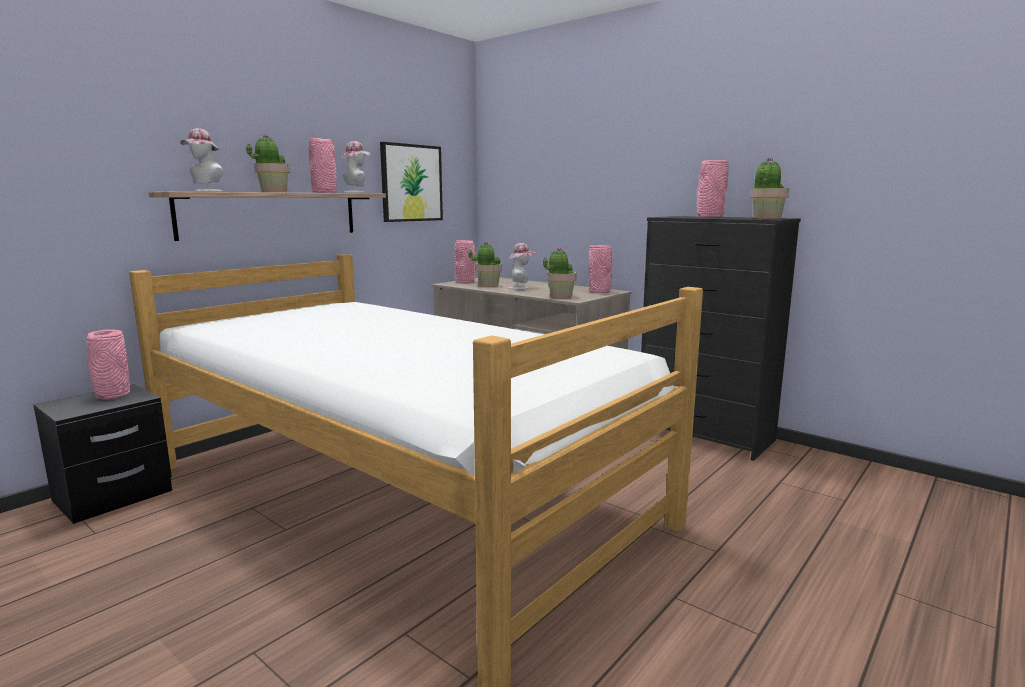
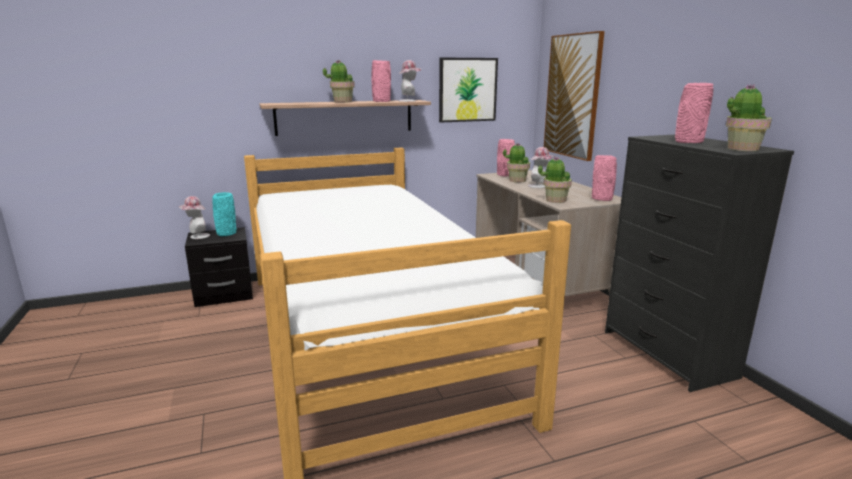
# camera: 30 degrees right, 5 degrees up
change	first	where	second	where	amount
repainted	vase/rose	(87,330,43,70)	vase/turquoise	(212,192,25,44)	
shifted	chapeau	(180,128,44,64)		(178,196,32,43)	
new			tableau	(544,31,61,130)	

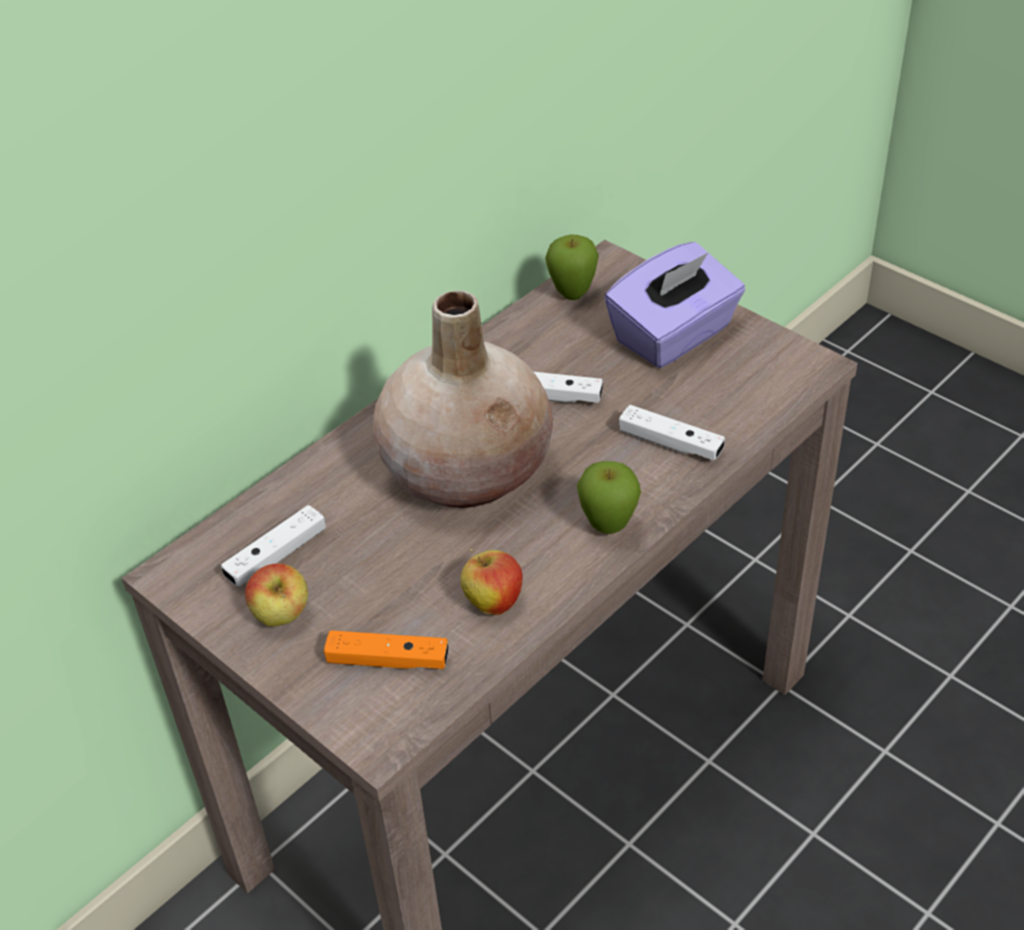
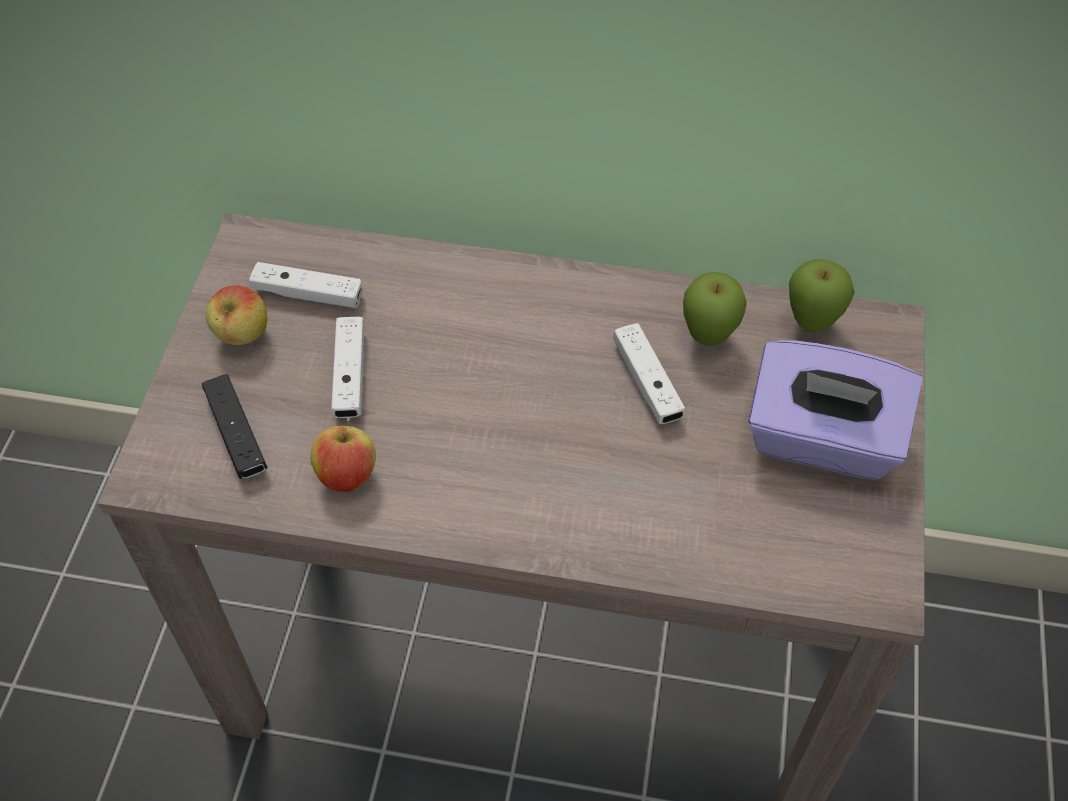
# camera: 55 degrees right, 10 degrees up
change	first	where	second	where	amount
repainted	manette/orange	(324,630,125,39)	manette/noir	(202,374,66,105)	
gone	vase/beige	(373,291,180,217)			
shifted	pomme	(577,461,64,73)		(683,272,64,74)	
shifted	manette/blanc	(619,405,106,56)		(331,317,33,101)	

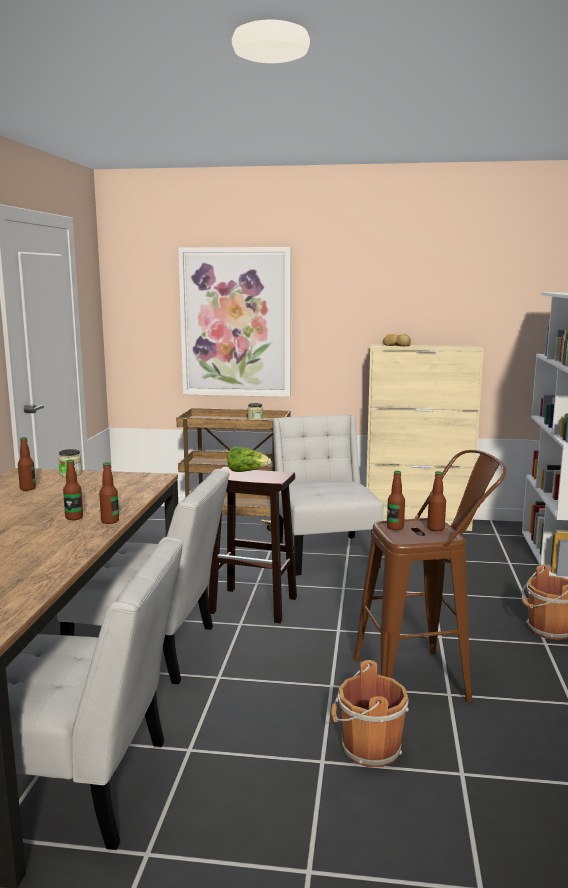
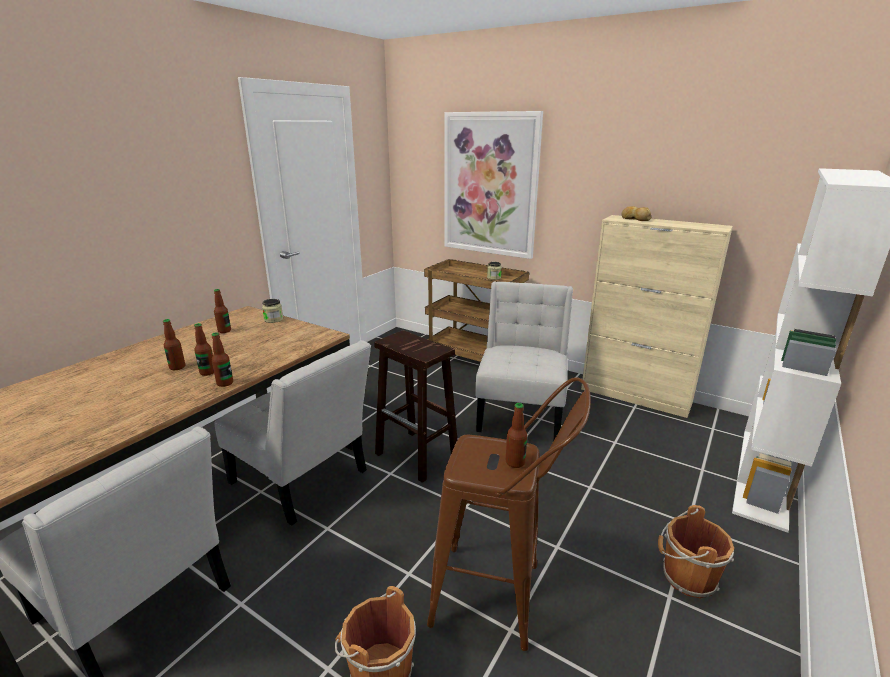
# camera: 25 degrees right, 10 degrees up
change	first	where	second	where	amount
gone	laitue	(227,446,44,26)			
shifted	bouteille	(387,471,18,59)		(163,319,22,51)	

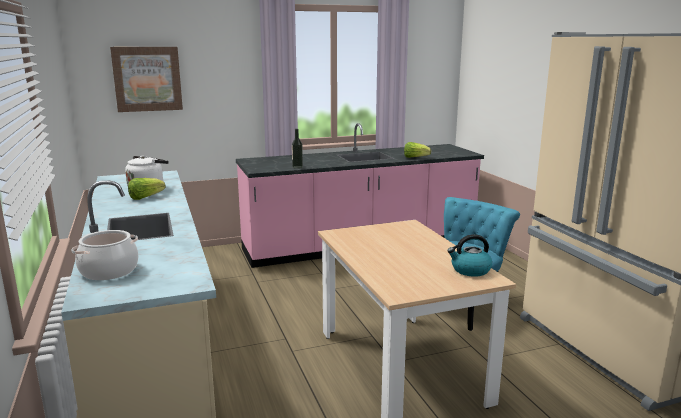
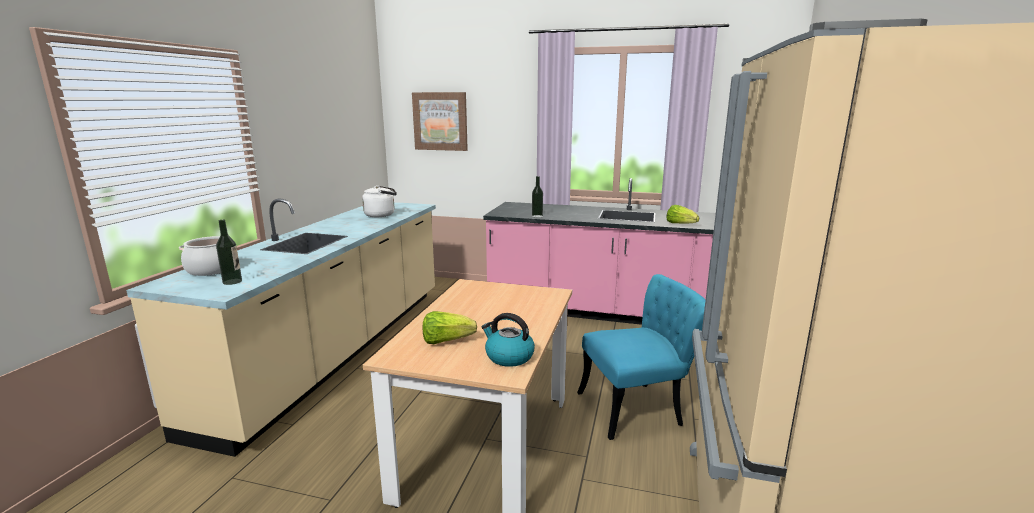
# camera: 35 degrees right, 0 degrees up
change	first	where	second	where	amount
shifted	laitue	(128,178,38,22)		(423,311,54,33)	
new			bouteille	(216,220,26,65)	

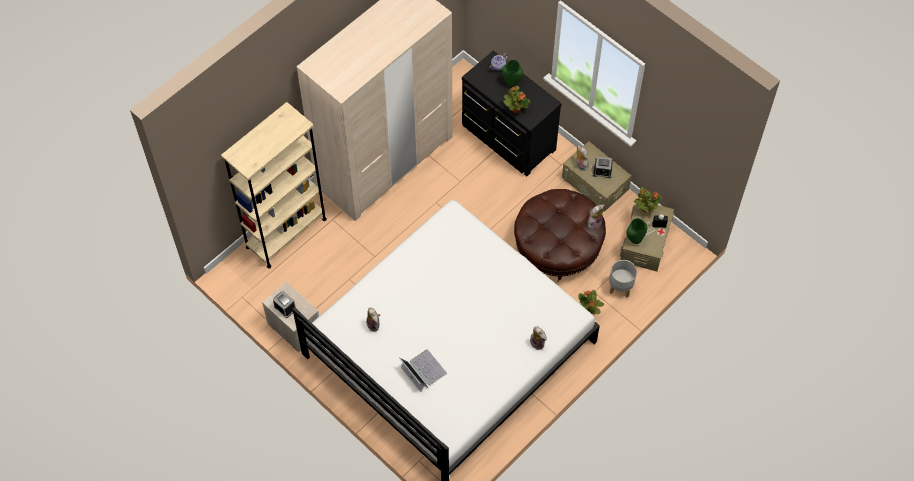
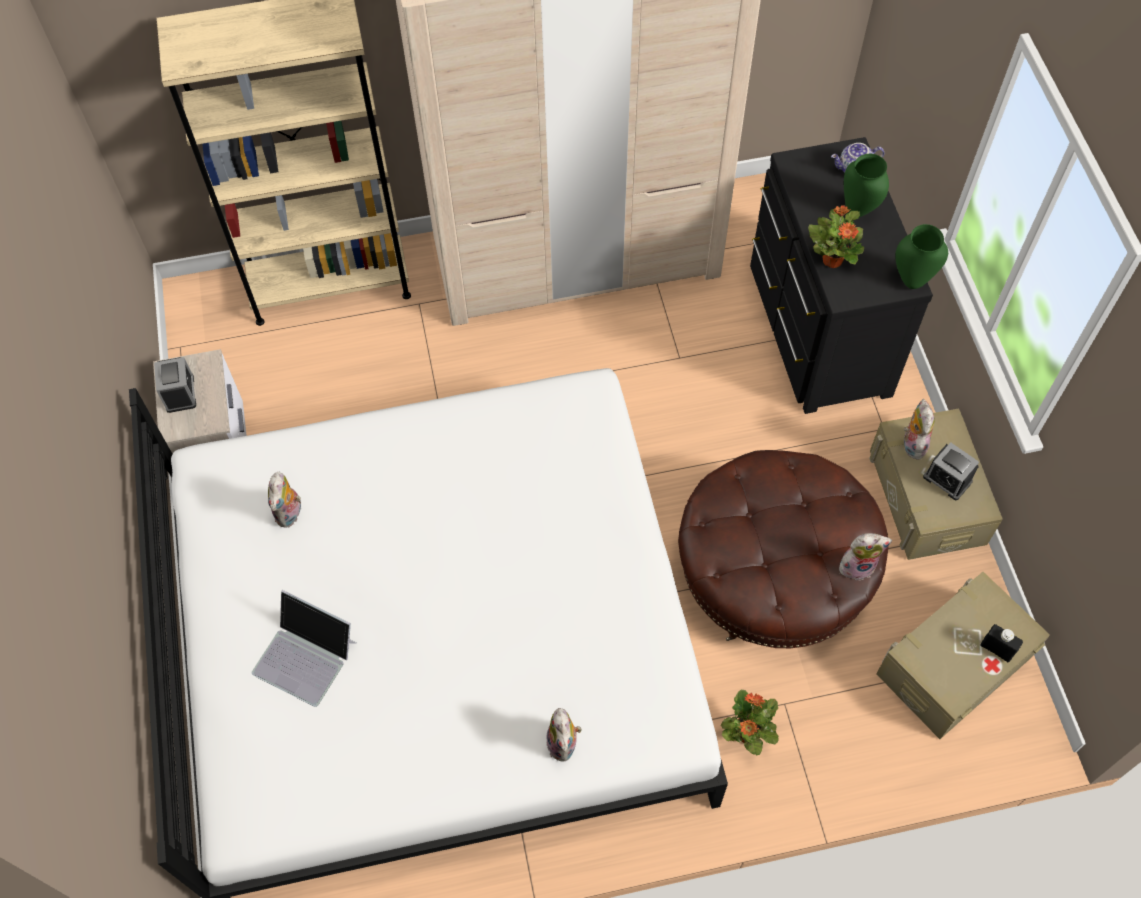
# camera: 35 degrees right, 0 degrees up
change	first	where	second	where	amount
rotated	ordinateur portable	(399,349,48,43)		(252,590,105,117)	120 degrees clockwise
gone	cache-pot/gris	(609,260,28,37)			
shifted	vase/vert	(626,218,22,26)		(895,224,53,65)	
gone	plante en pot	(634,187,28,26)			

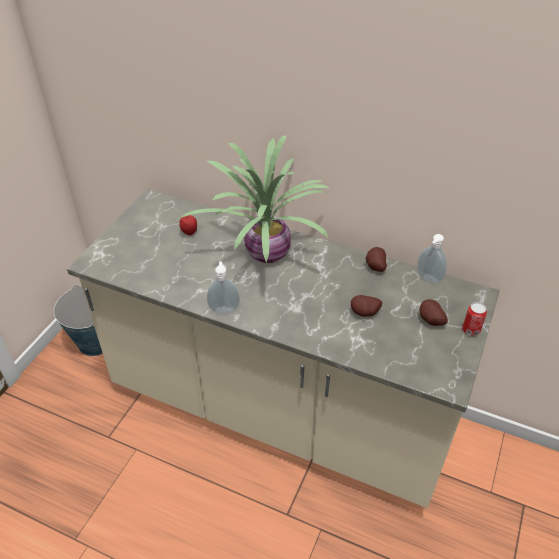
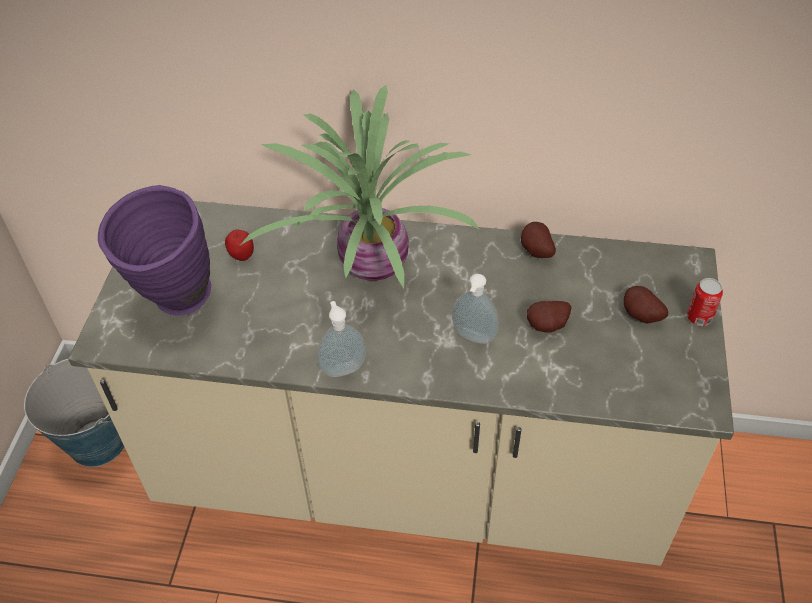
# camera: 15 degrees left, 5 degrees up
change	first	where	second	where	amount
shifted	distributeur de savon	(417,234,30,50)		(452,274,47,70)	
new			vase/violet	(98,185,113,131)	

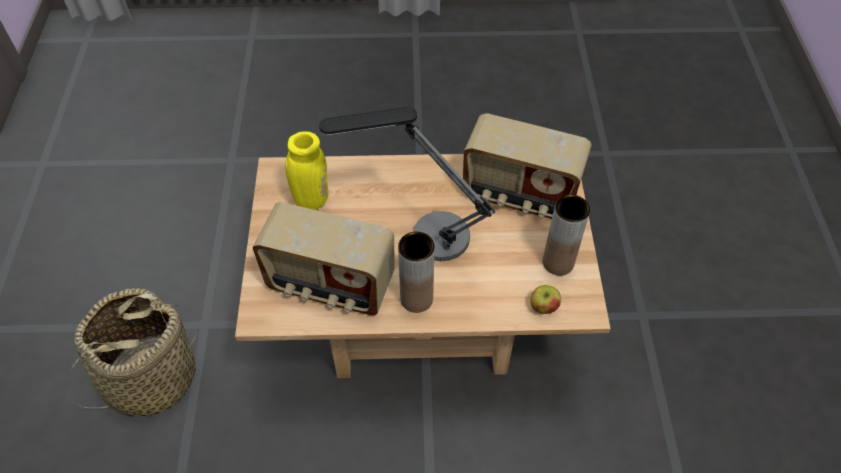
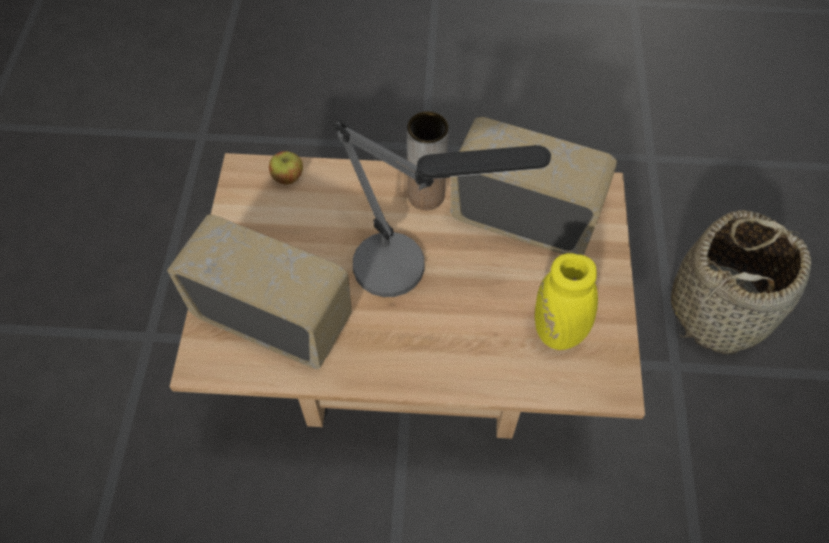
# camera: 175 degrees left, 5 degrees up
change	first	where	second	where	amount
gone	vase/marron	(543,194,47,82)			

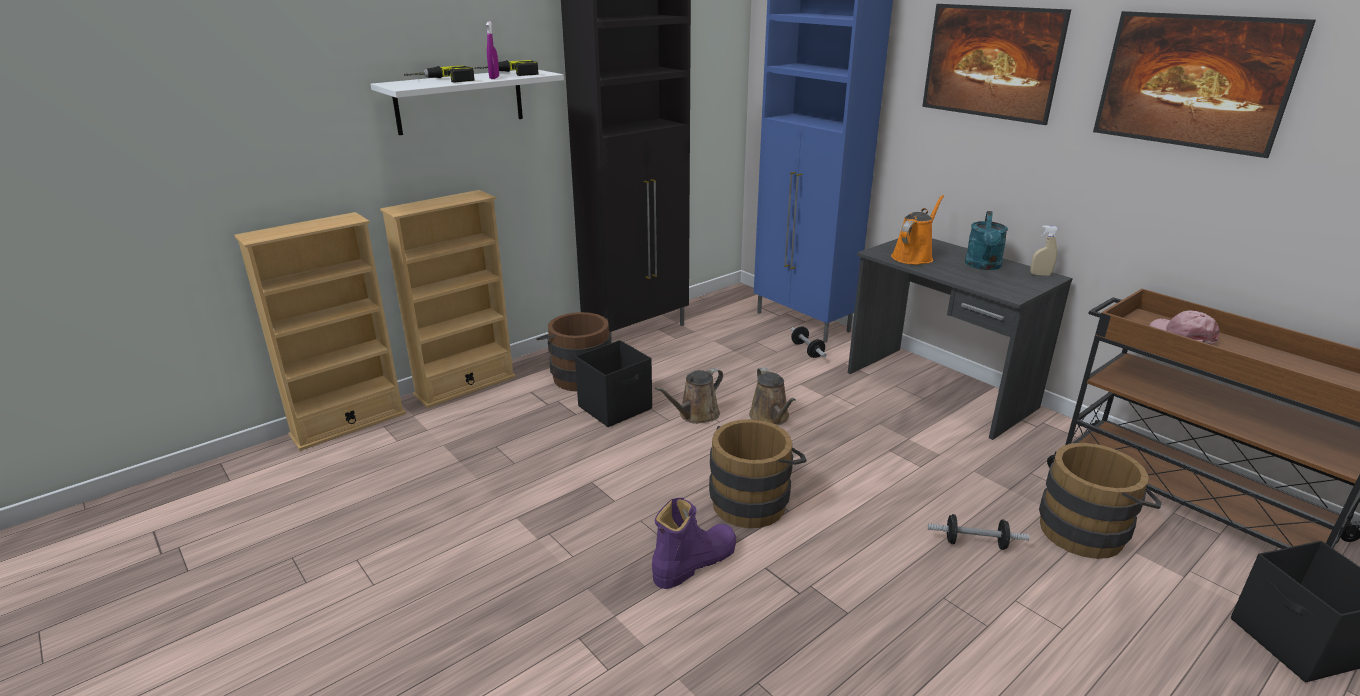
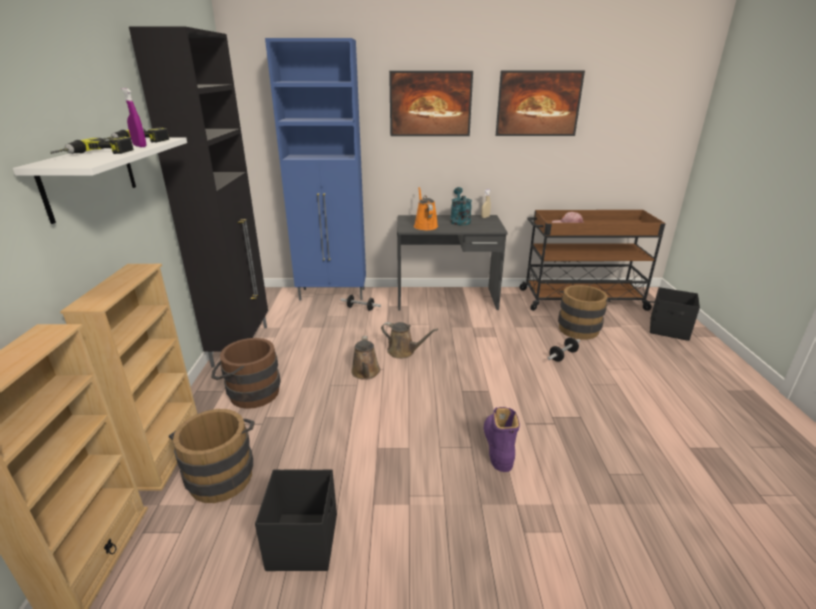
# camera: 50 degrees left, 0 degrees up
change	first	where	second	where	amount
shifted	boîte de rangement/noir	(575,340,77,87)		(255,469,82,102)	
shifted	seau/marron	(709,419,98,109)		(169,409,86,94)	
rotated	arrosoir/turquoise	(965,211,43,59)		(450,187,22,39)	150 degrees counterclockwise

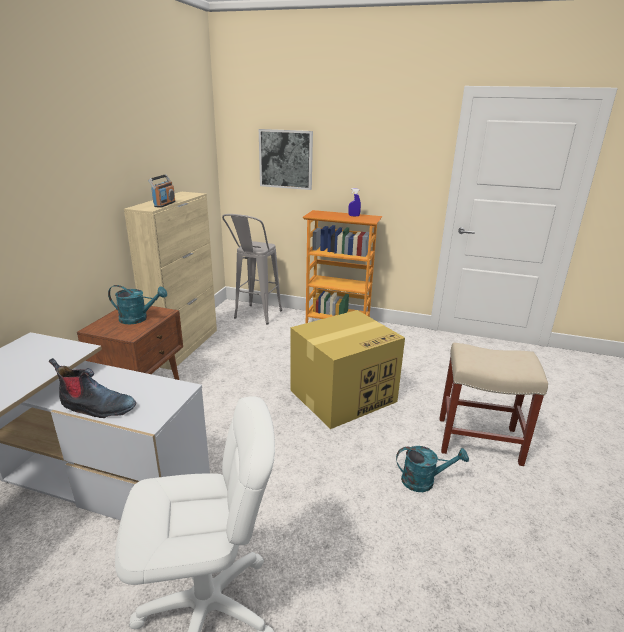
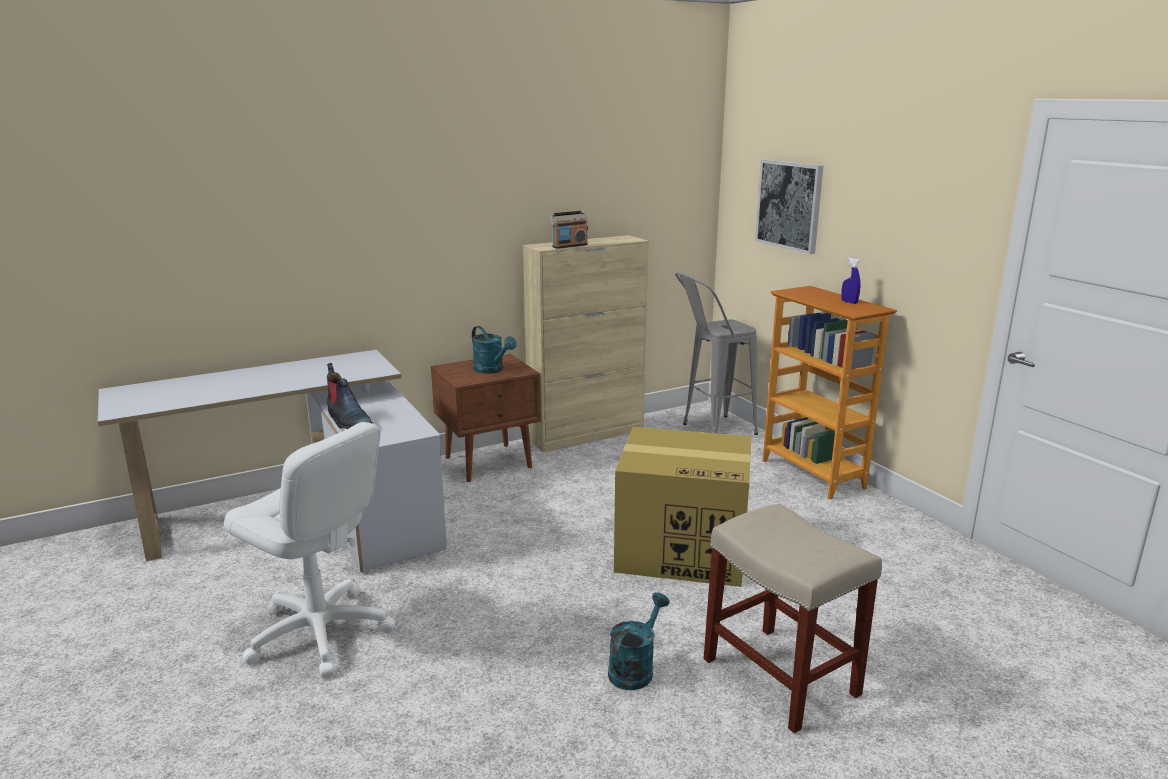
# camera: 45 degrees right, 5 degrees down
change	first	where	second	where	amount
rotated	arrosoir/turquoise	(396,446,73,46)		(608,592,62,98)	105 degrees counterclockwise

